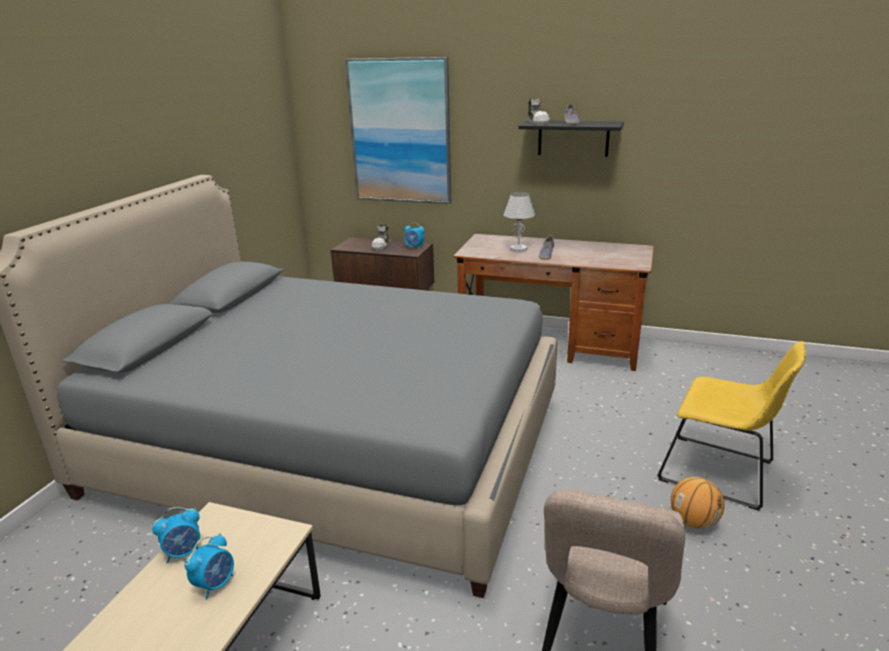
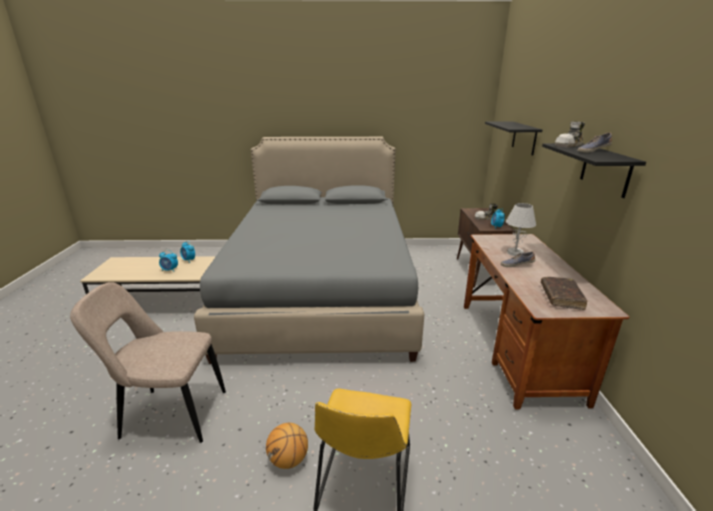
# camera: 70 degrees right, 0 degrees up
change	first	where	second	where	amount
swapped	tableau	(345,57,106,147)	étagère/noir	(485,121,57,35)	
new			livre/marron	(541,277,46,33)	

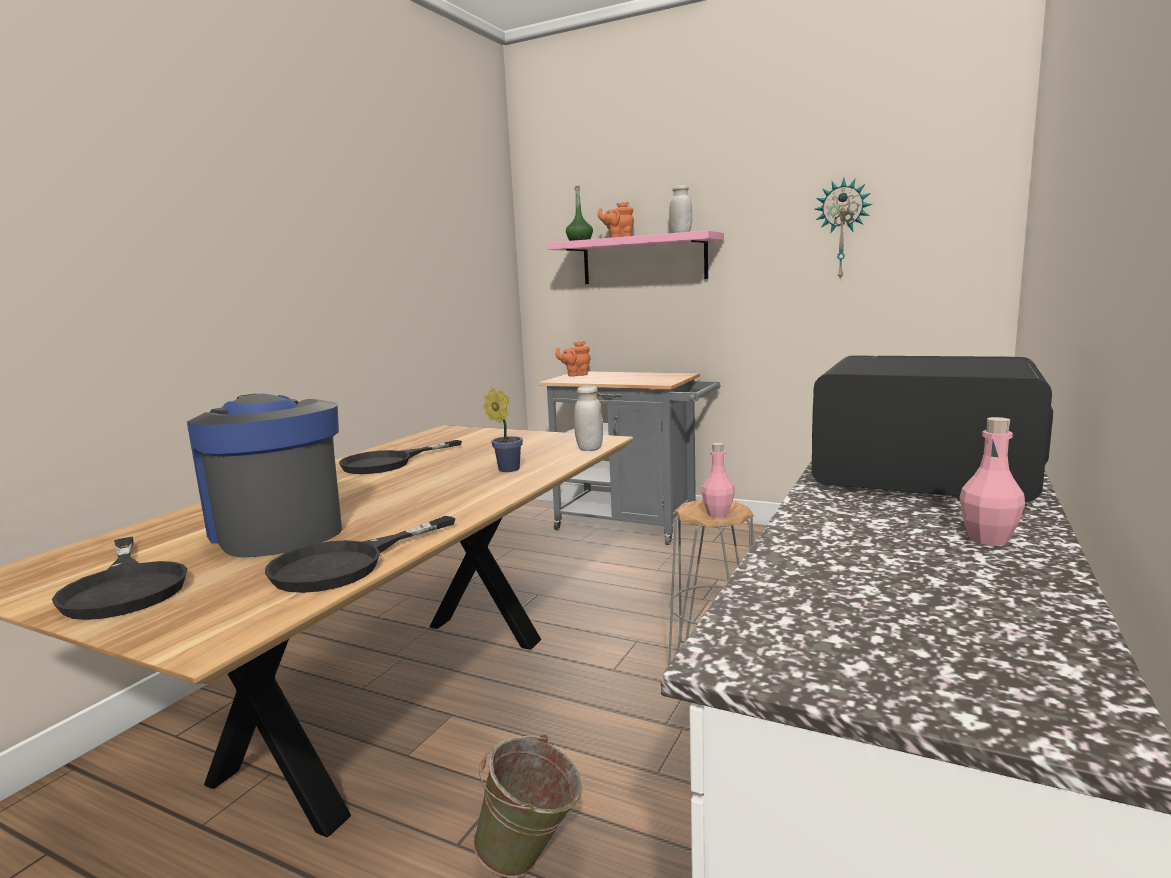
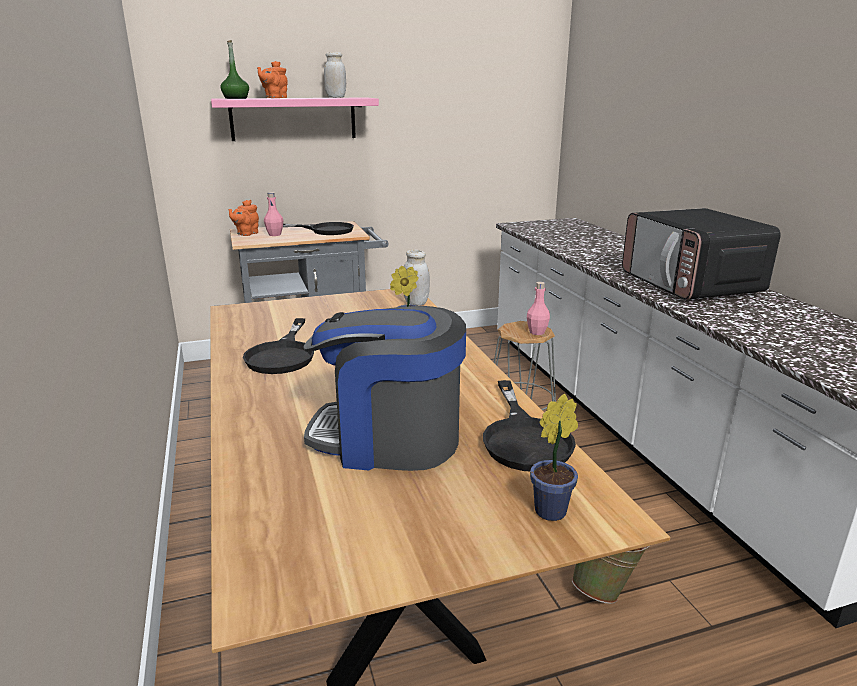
# camera: 45 degrees left, 10 degrees up
change	first	where	second	where	amount
shifted	poêle/noir	(52,537,136,83)		(283,222,71,13)	
rotated	micro-ondes	(812,356,241,146)		(622,208,159,92)	90 degrees counterclockwise
gone	horloge murale	(815,178,58,103)			
shifted	bouteille/rose	(960,417,65,129)		(264,192,19,44)	
new			plante en pot	(530,394,48,127)	

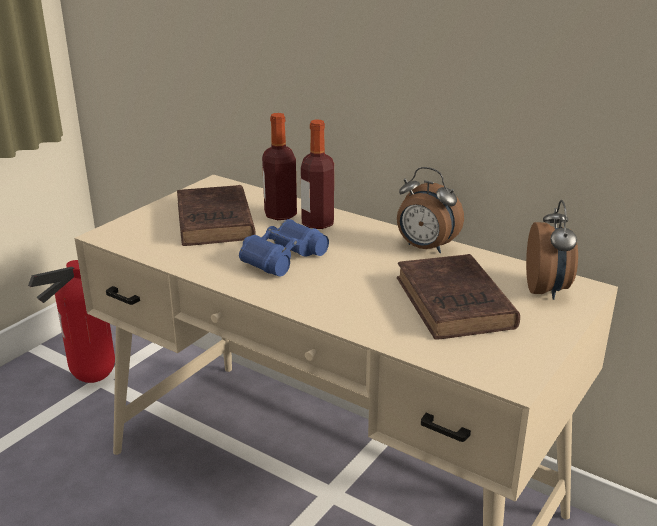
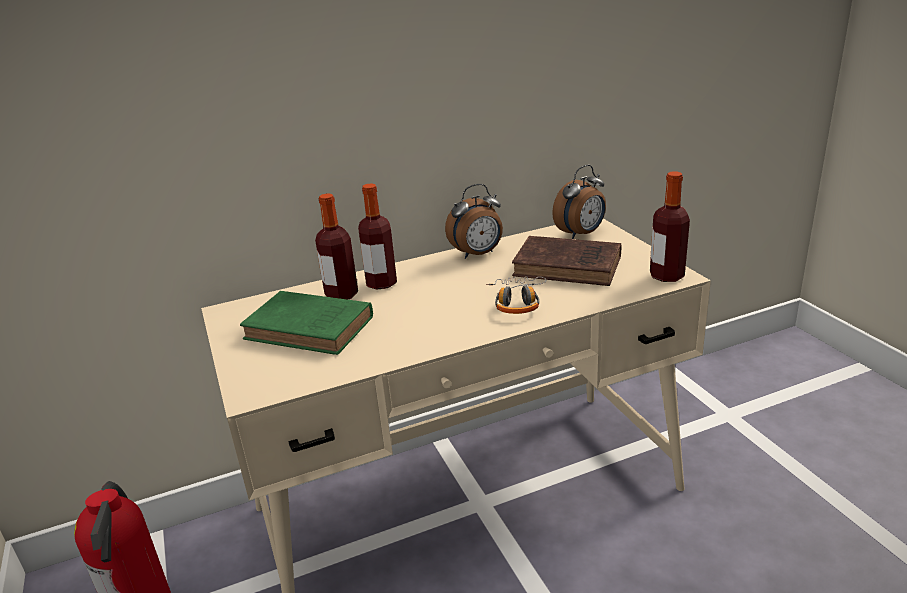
# camera: 55 degrees left, 0 degrees up
change	first	where	second	where	amount
repainted	livre/marron	(177,185,78,61)	livre/vert	(240,291,133,64)	
gone	jumelles/bleu	(239,219,90,57)			
rotated	réveil	(526,200,52,100)		(552,165,54,74)	105 degrees clockwise
new			casque audio	(486,276,60,38)	
new			bouteille	(650,171,40,111)	

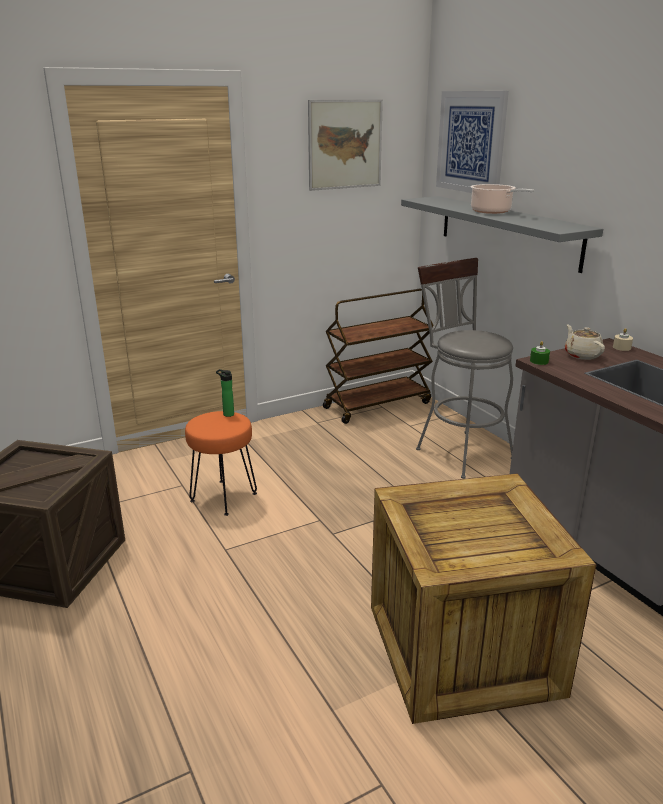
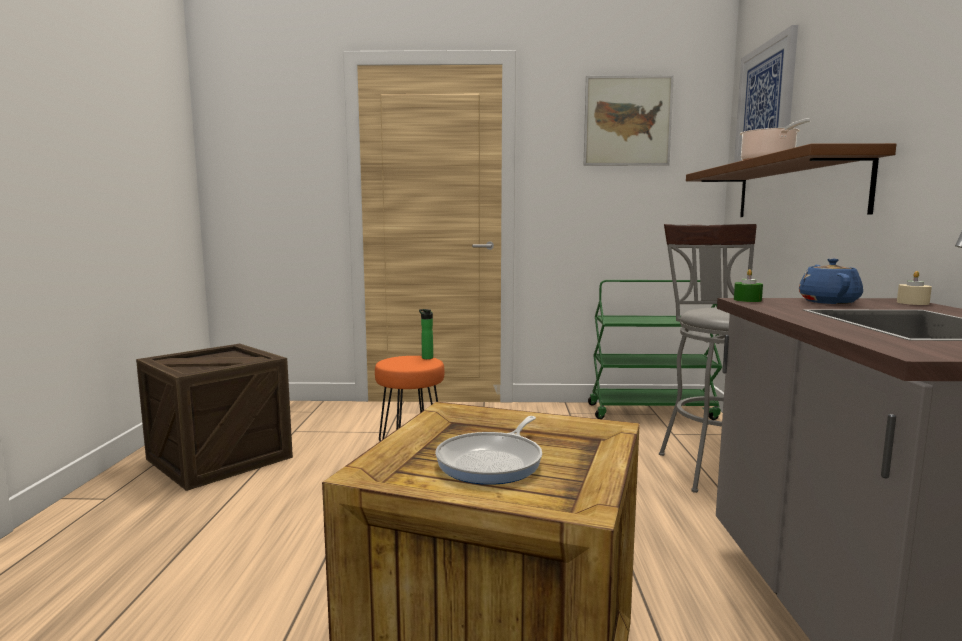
# camera: 30 degrees right, 15 degrees down
change	first	where	second	where	amount
repainted	chariot/marron	(323,289,111,135)	chariot/vert	(588,280,134,140)	
repainted	étagère/gris	(401,196,202,77)	étagère/marron	(686,143,210,74)	
repainted	théière/beige	(565,325,40,35)	théière/bleu	(799,258,64,46)	
new			poêle	(435,416,107,69)	

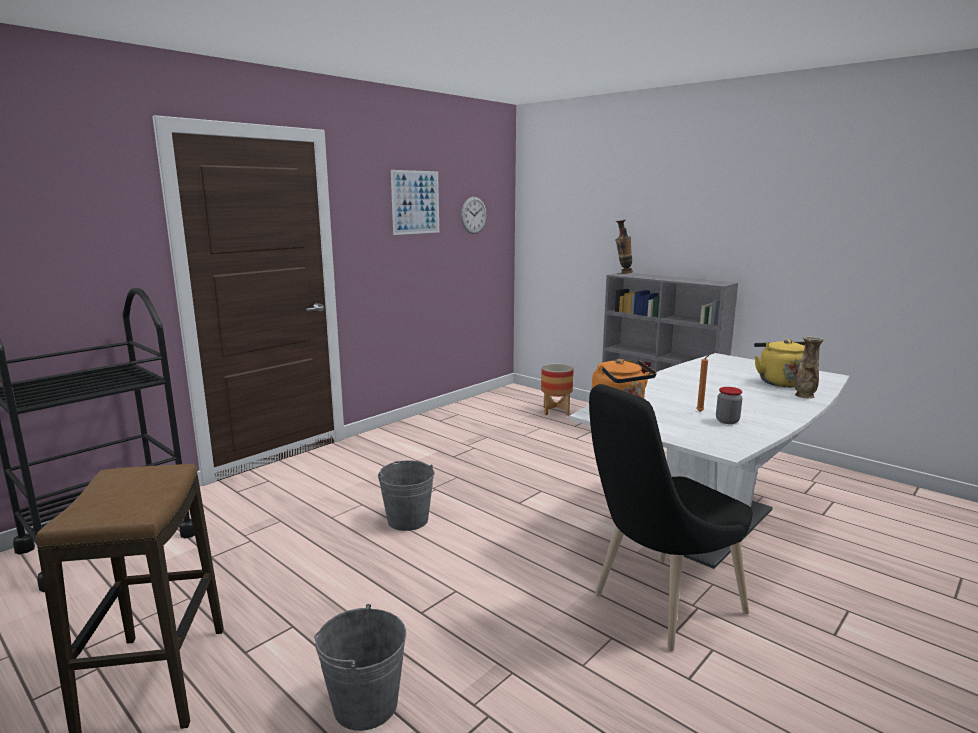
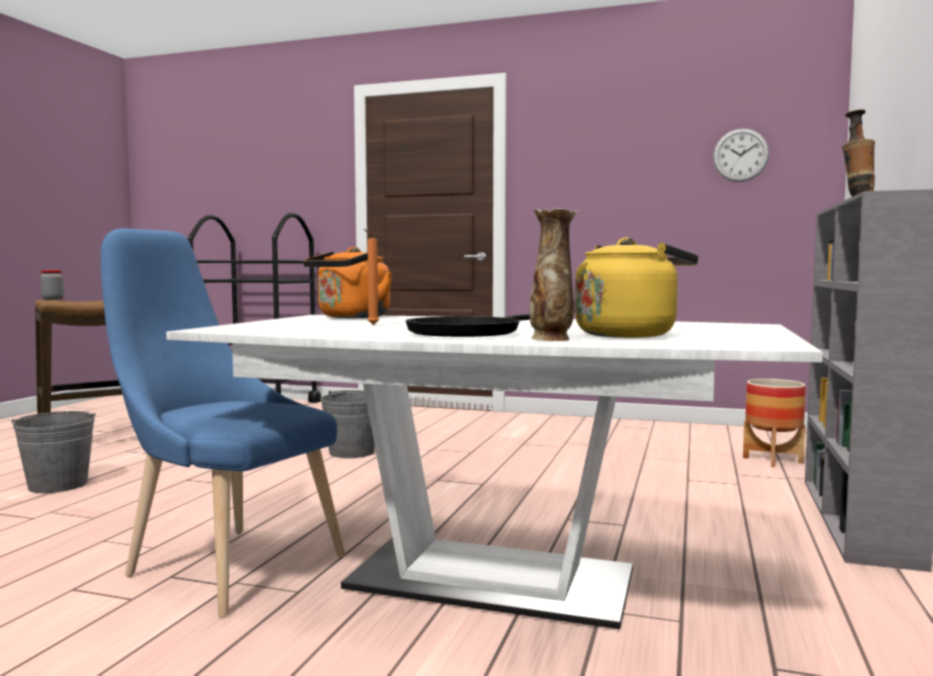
# camera: 65 degrees right, 10 degrees down
change	first	where	second	where	amount
gone	tableau	(391,170,48,65)			
repainted	chaise/noir	(589,384,164,267)	chaise/bleu	(101,229,244,388)	
shifted	bocal	(716,387,27,37)		(40,270,24,30)	
new			poêle/noir	(405,314,125,23)	

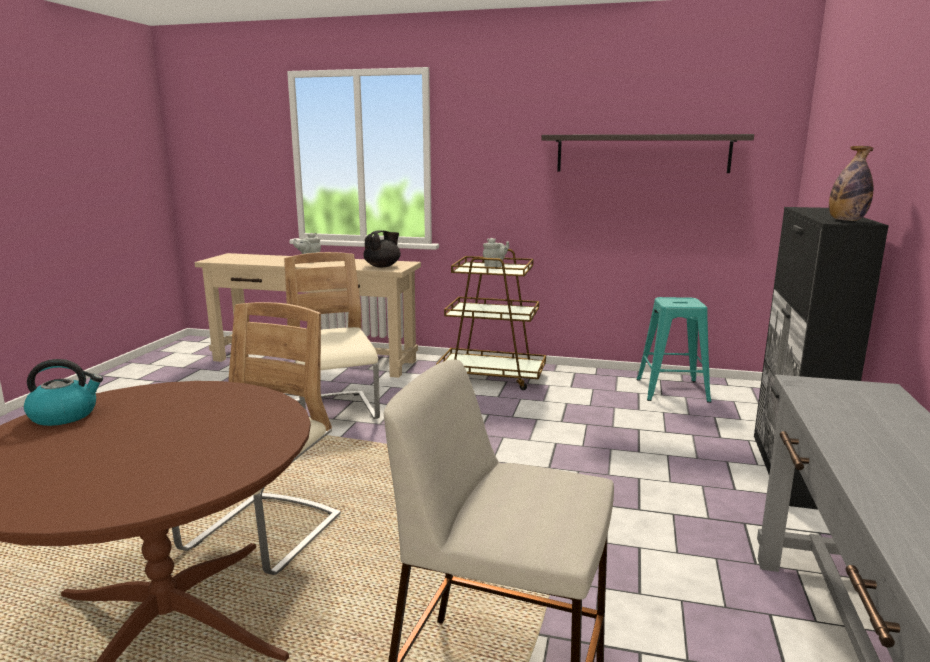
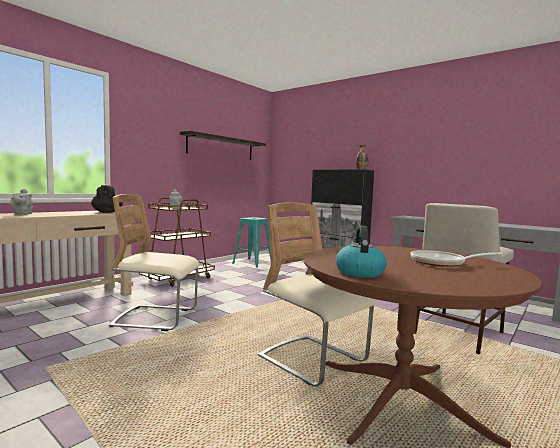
# camera: 65 degrees left, 10 degrees down
change	first	where	second	where	amount
new			poêle	(410,250,92,17)	

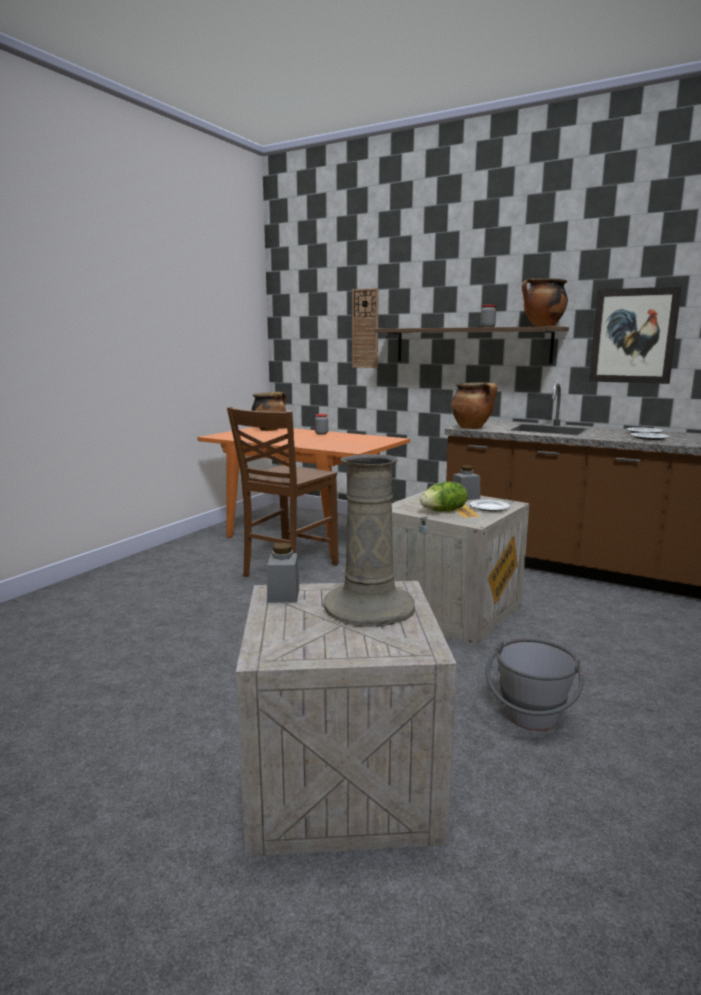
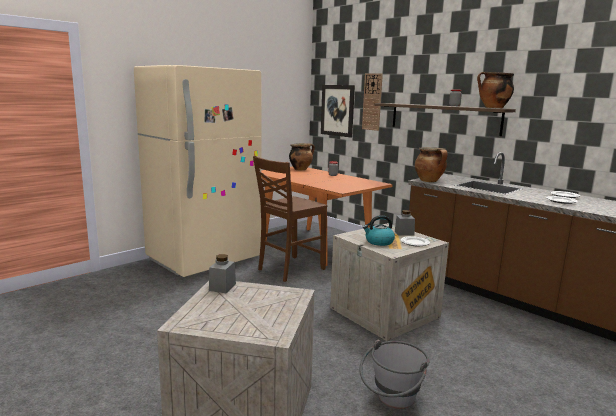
# camera: 15 degrees right, 0 degrees up
change	first	where	second	where	amount
gone	vase/beige	(324,454,91,172)			
swapped	laitue	(420,482,48,29)	bouilloire	(363,215,32,31)	
shifted	tableau	(589,286,93,98)		(321,85,34,52)	
new			réfrigérateur/beige	(134,65,127,212)	

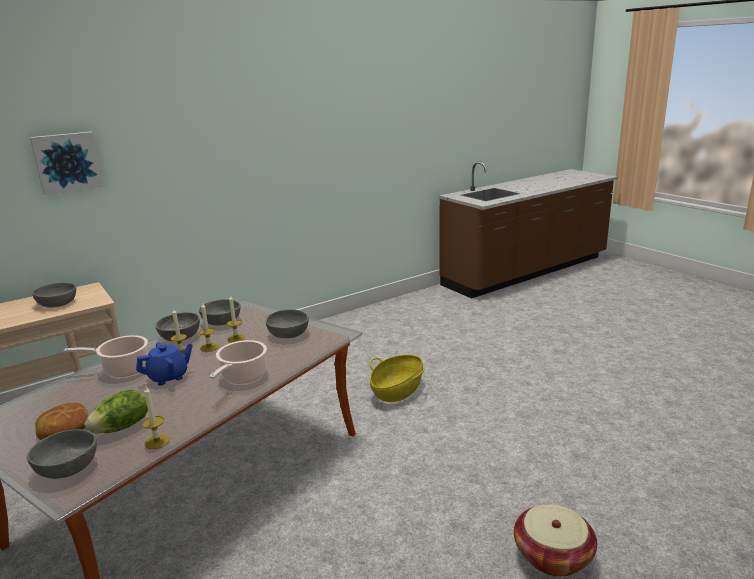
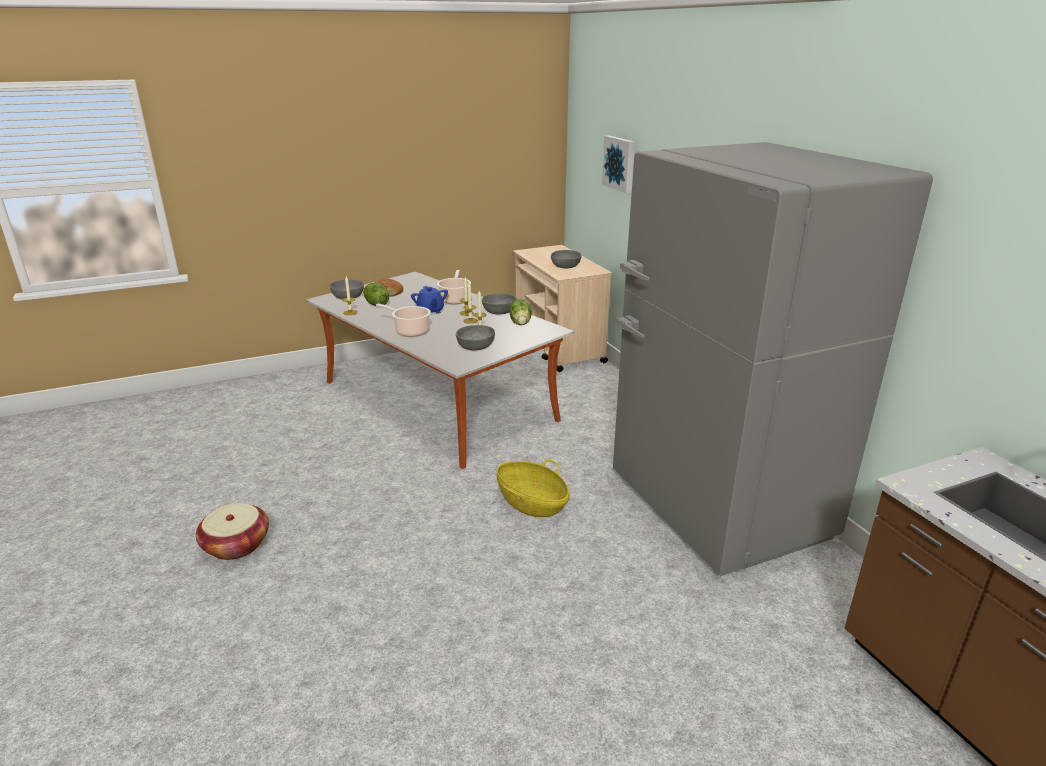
# camera: 100 degrees right, 5 degrees up
change	first	where	second	where	amount
swapped	bol/gris	(199,299,42,26)	laitue	(509,299,23,26)	
new			réfrigérateur/gris	(613,142,320,434)	

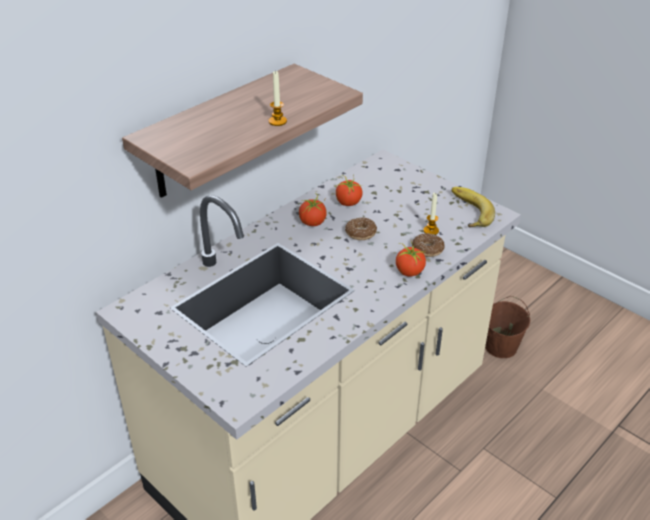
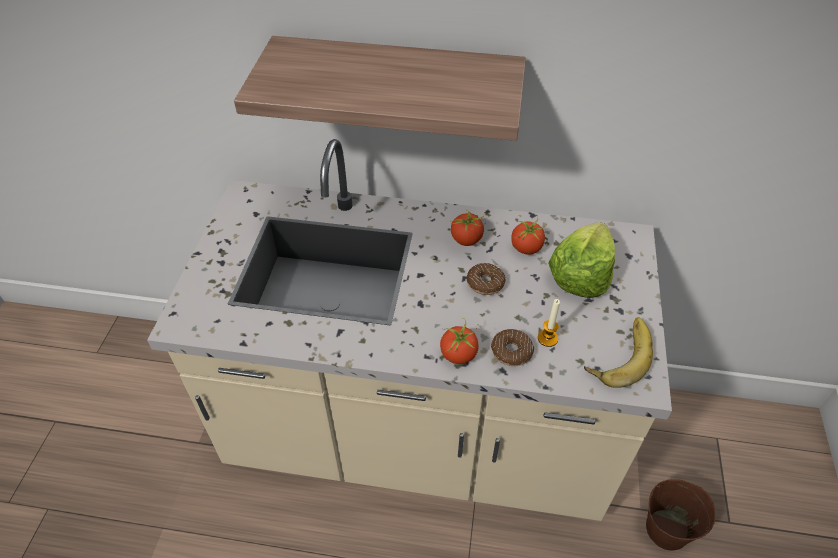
# camera: 55 degrees right, 10 degrees up
change	first	where	second	where	amount
gone	bougie	(268,71,19,55)			
new			laitue	(548,222,67,76)	

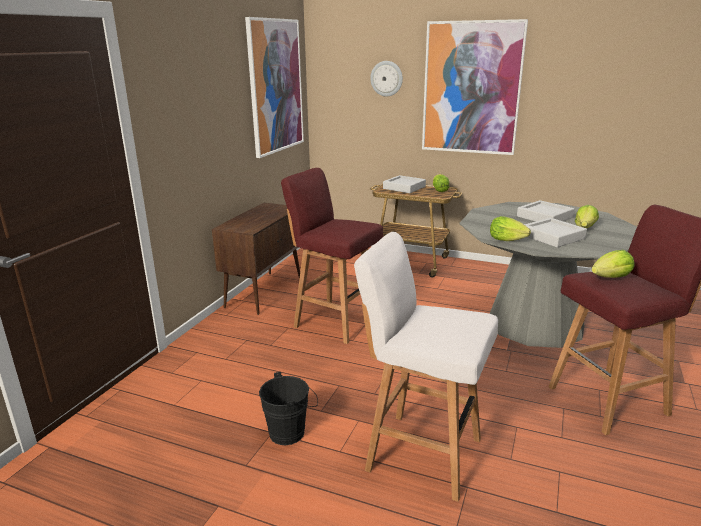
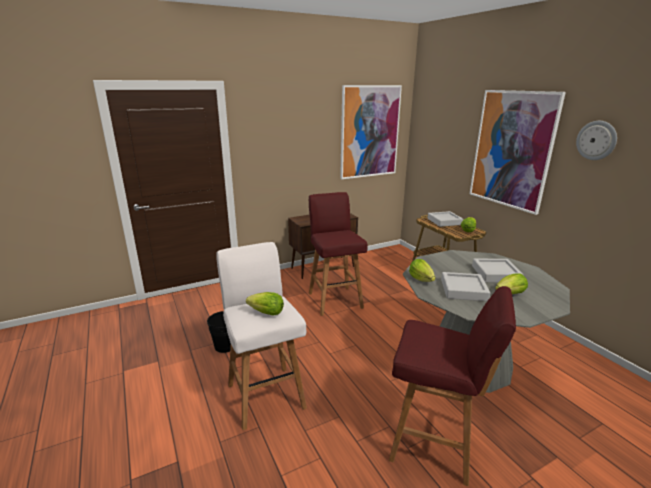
# camera: 40 degrees right, 0 degrees up
change	first	where	second	where	amount
shifted	horloge murale	(370,61,33,36)		(576,121,41,39)	
shifted	laitue	(592,250,42,28)		(246,292,38,24)	

